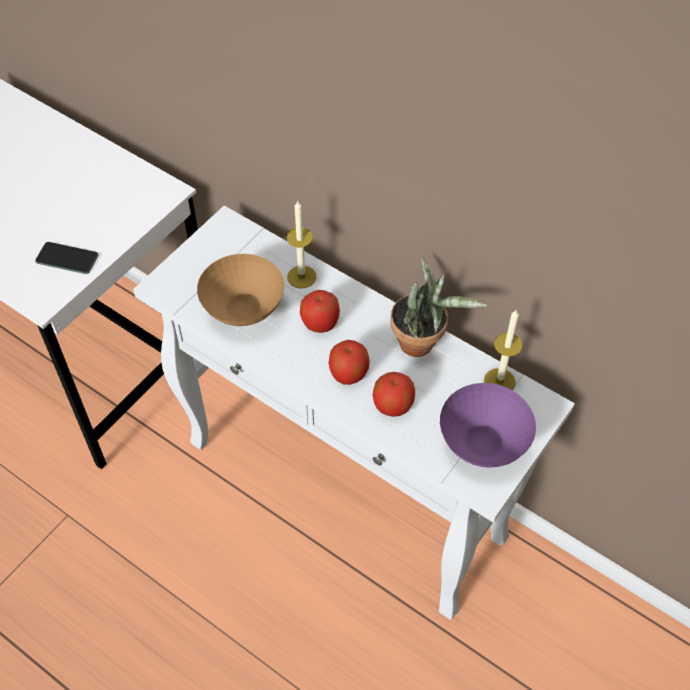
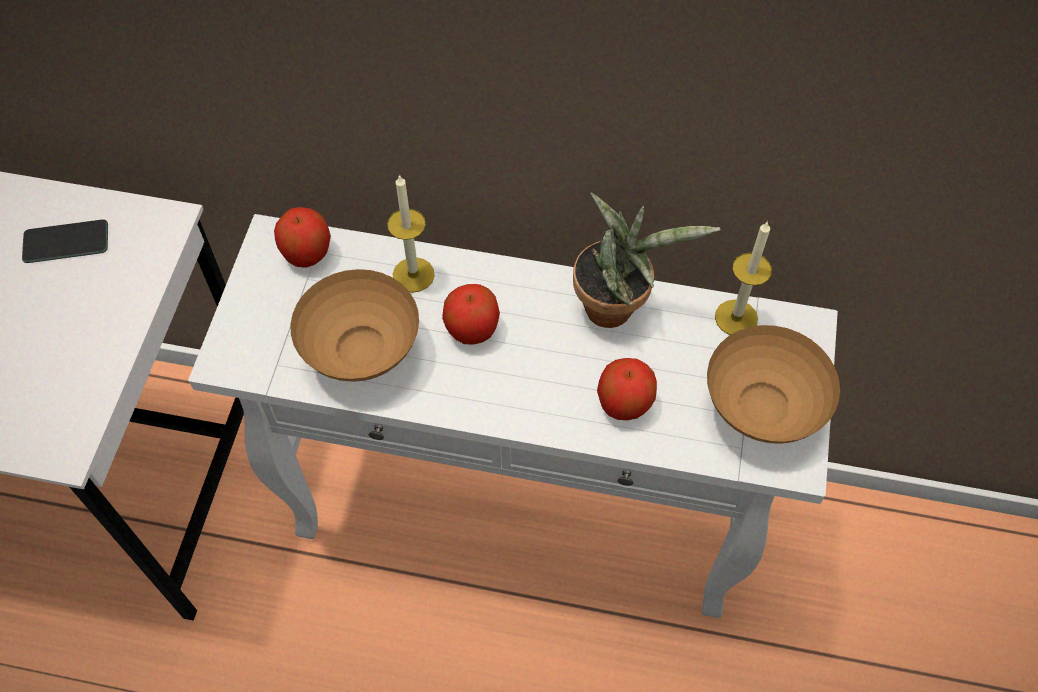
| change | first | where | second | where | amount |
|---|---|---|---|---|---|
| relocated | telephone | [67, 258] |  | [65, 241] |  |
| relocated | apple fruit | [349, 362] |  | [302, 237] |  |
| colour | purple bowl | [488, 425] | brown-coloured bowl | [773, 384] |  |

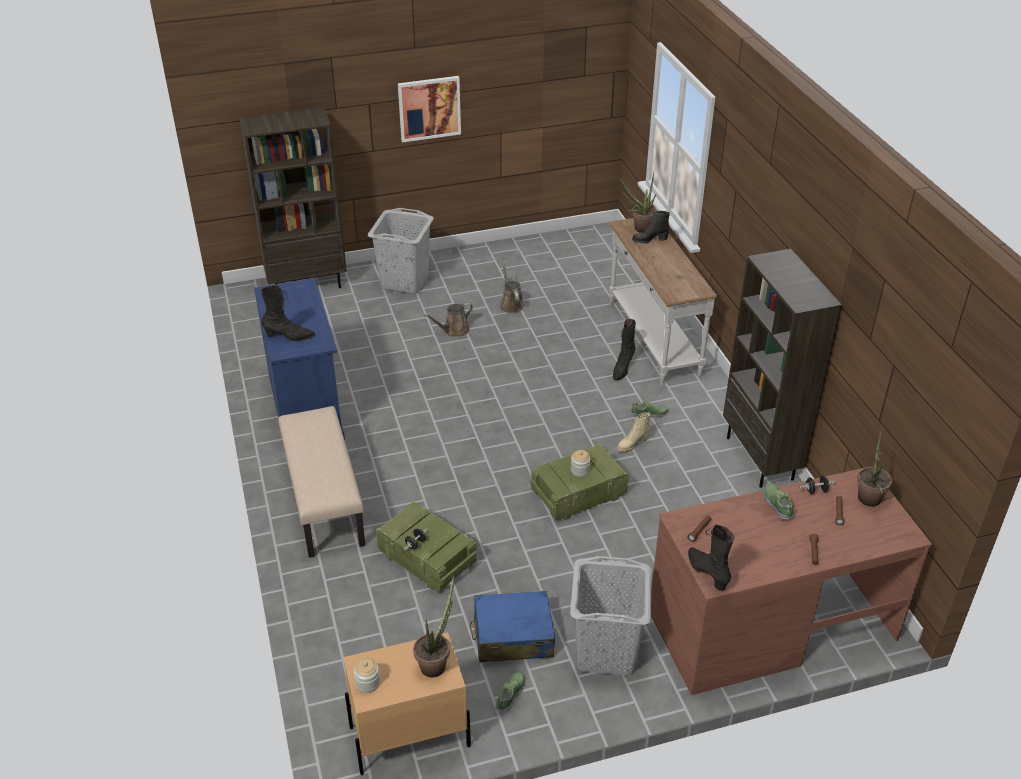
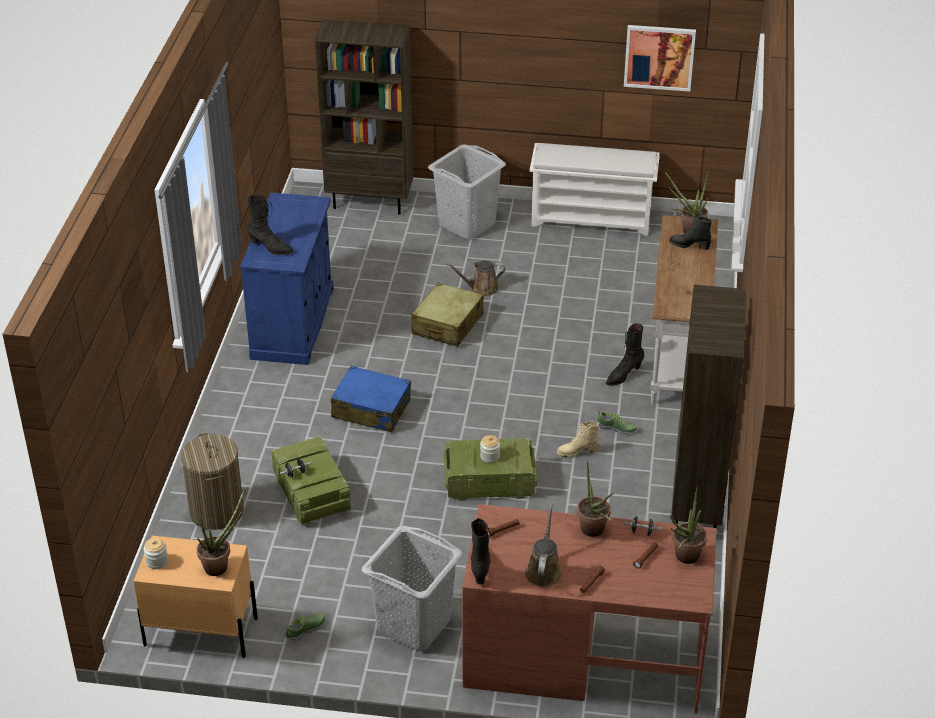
| change | first | where | second | where | amount |
|---|---|---|---|---|---|
| relocated | picture | [429, 109] |  | [660, 58] |  |
| relocated | brown-coloured watering pot | [512, 287] |  | [543, 545] |  |
| missing | sand-coloured indoor bench | [321, 482] |  |  |  |
| exchanged | low shoe | [779, 501] | plant in a pot | [595, 498] |  |
| relocated | bluish travel case | [512, 627] |  | [371, 399] |  |
| appeared |  |  | whitish shoe shelf | [594, 189] |  |
| appeared |  |  | sand-coloured travel case | [447, 315] |  |
| appeared |  |  | laundry basket | [212, 481] |  |

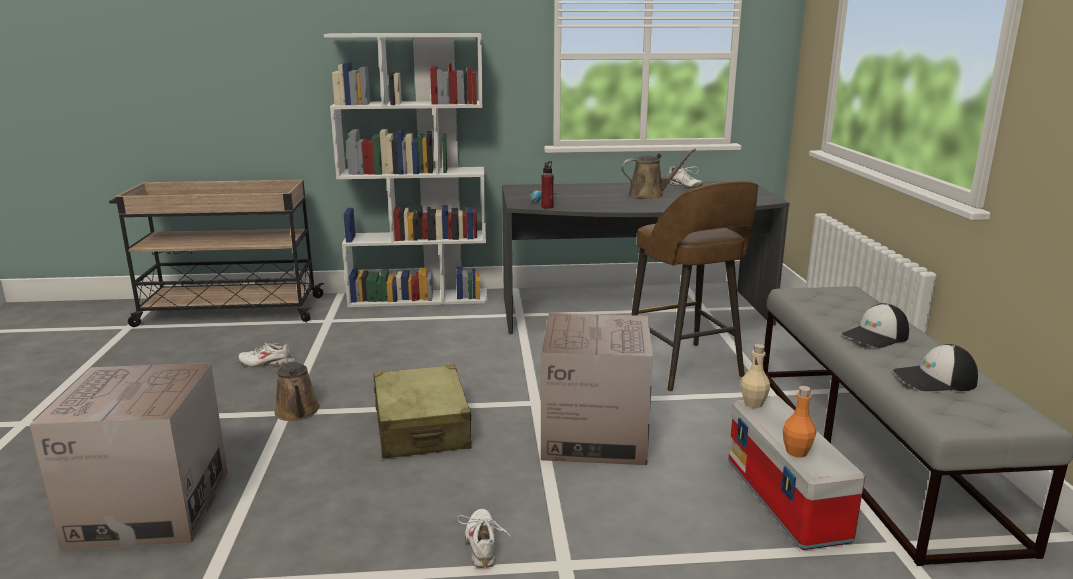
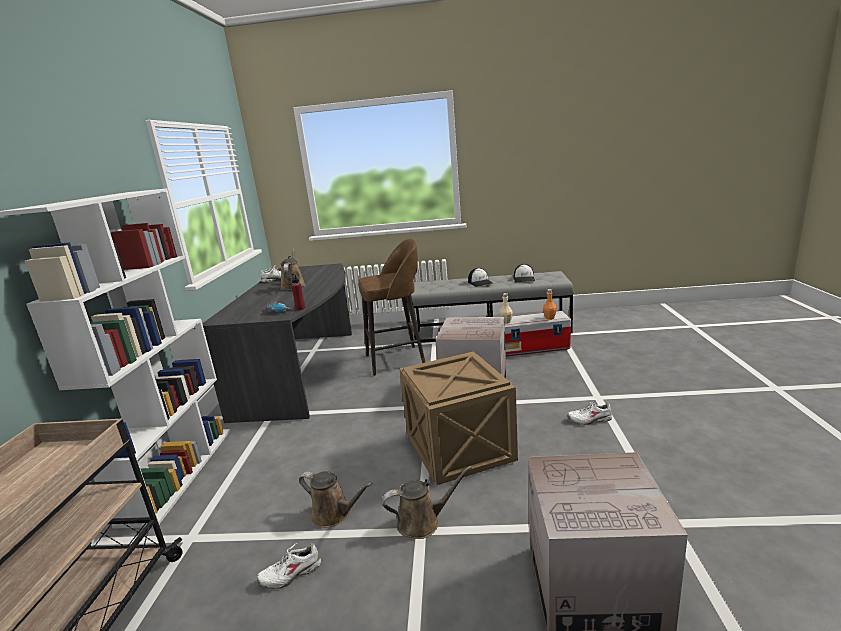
| change | first | where | second | where | amount |
|---|---|---|---|---|---|
| spun | whitish low shoe | [265, 354] |  | [289, 566] | 60 degrees clockwise |
| exchanged | sand-coloured travel case | [422, 412] | packing crate | [459, 418] |  |
| appeared |  |  | brown-coloured watering pot | [335, 499] |  |

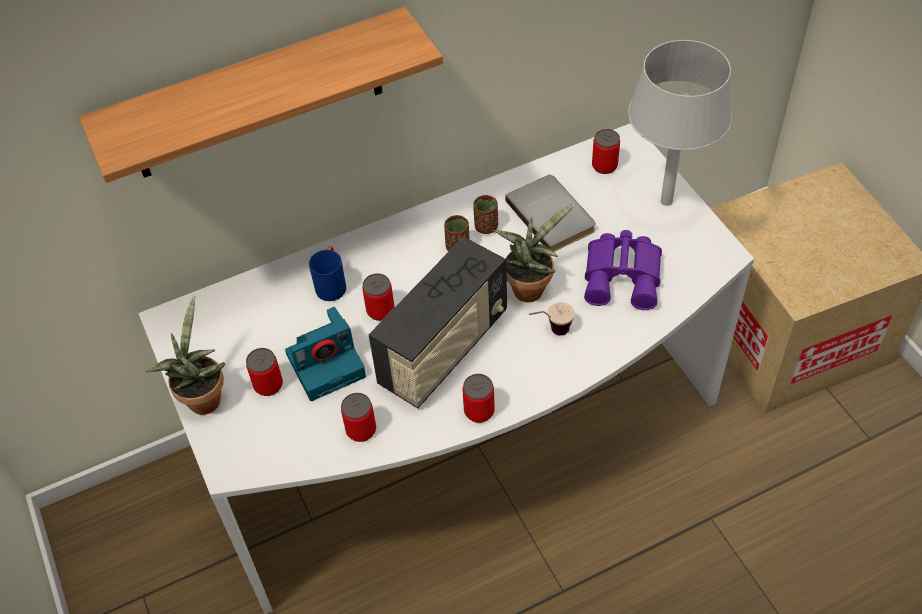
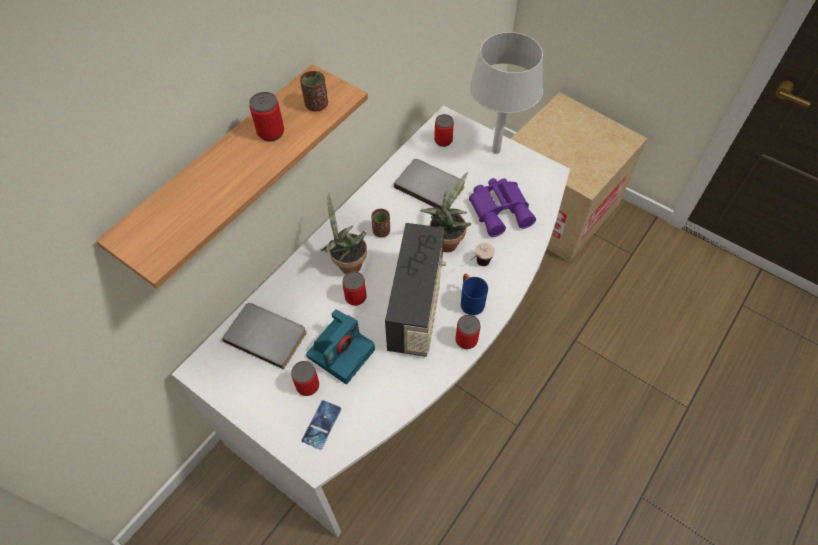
| change | first | where | second | where | amount |
|---|---|---|---|---|---|
| relocated | brown-coloured small cup | [485, 214] |  | [314, 91] |  |
| relocated | bluish mug | [327, 273] |  | [474, 294] |  |
| relocated | plant in a pot | [185, 355] |  | [344, 233] |  |
| relocated | can | [358, 417] |  | [266, 116] |  |
| appeared |  |  | gray volume | [264, 336] |  |
| appeared |  |  | telephone | [321, 425] |  |

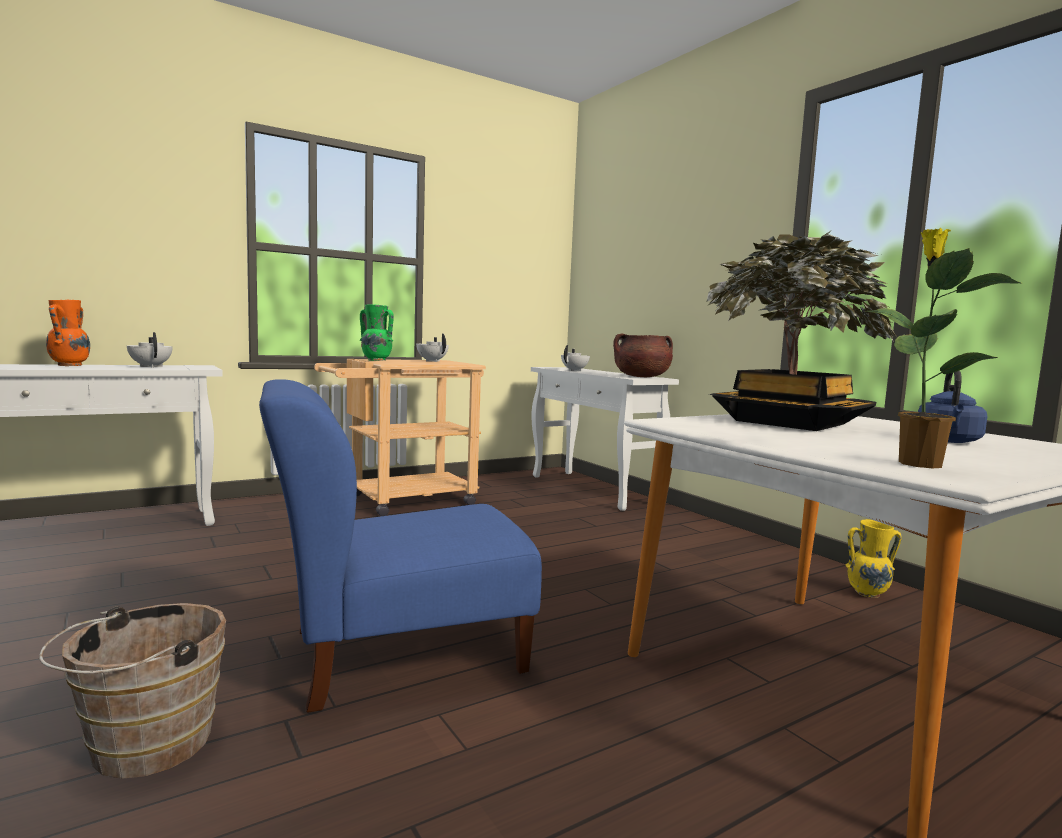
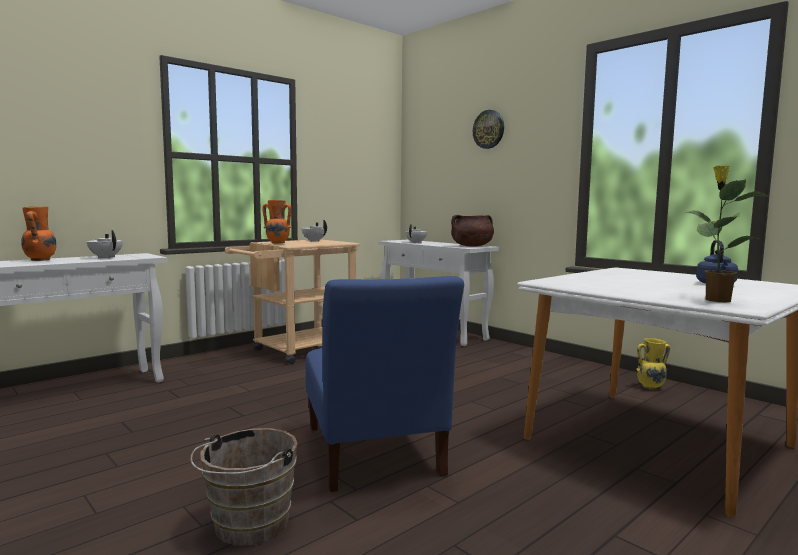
| change | first | where | second | where | amount |
|---|---|---|---|---|---|
| missing | plant in a pot | [802, 331] |  |  |  |
| colour | green-coloured vase | [377, 332] | orangey vase | [276, 222] |  |
| spun | bluish chair | [400, 546] |  | [385, 384] | 75 degrees counterclockwise |
| appeared |  |  | clock on the wall | [488, 129] |  |

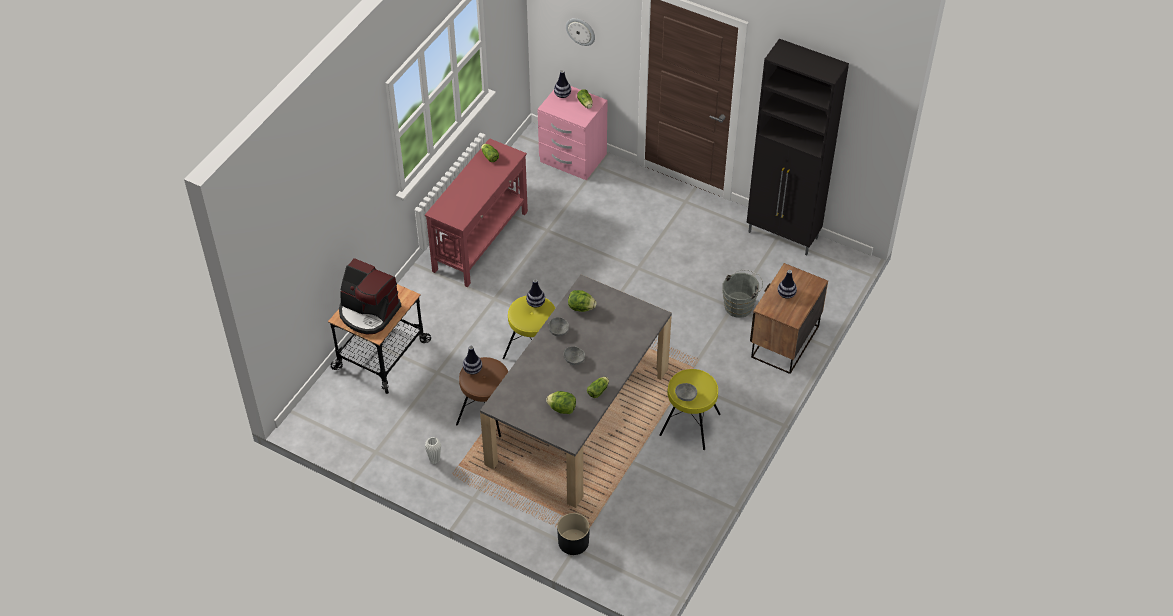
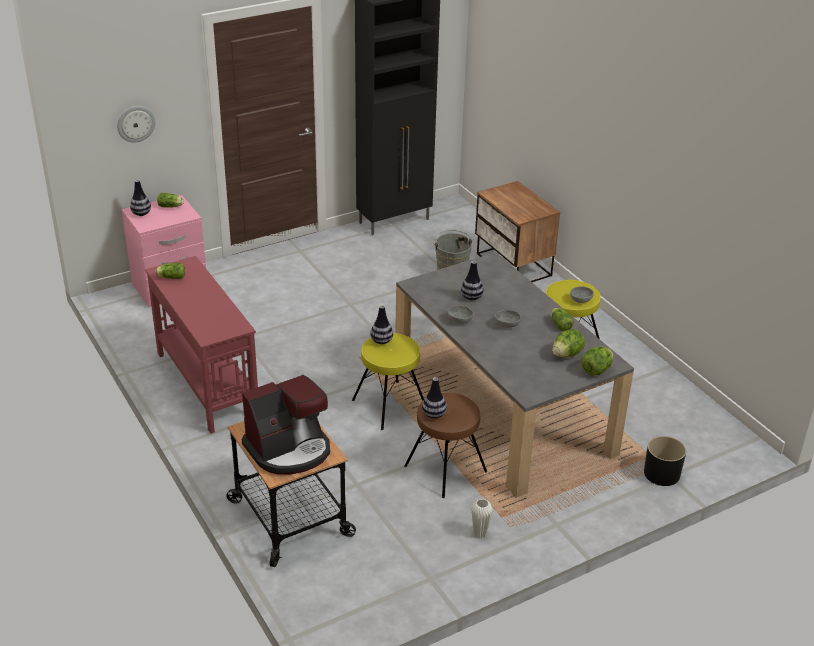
| change | first | where | second | where | amount |
|---|---|---|---|---|---|
| relocated | vase | [787, 284] |  | [472, 280] |  |
| relocated | head of lettuce | [582, 301] |  | [597, 361] |  |

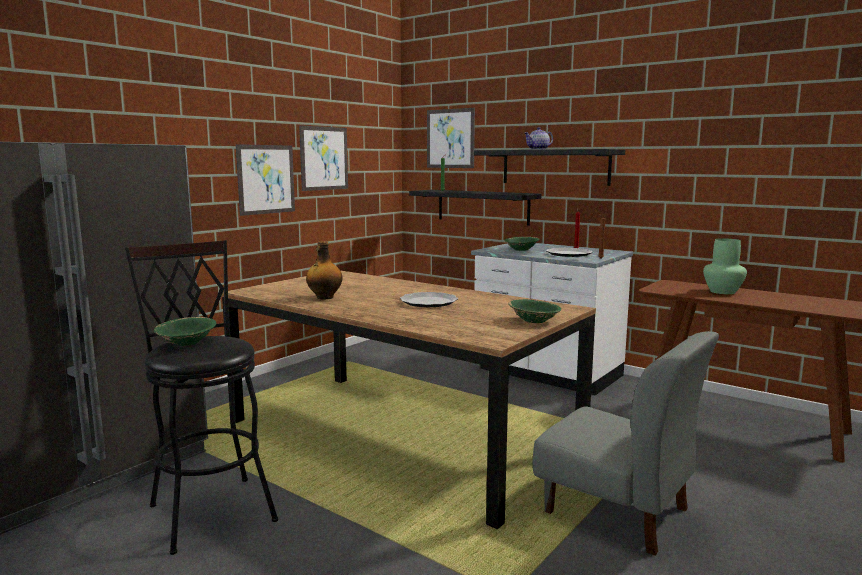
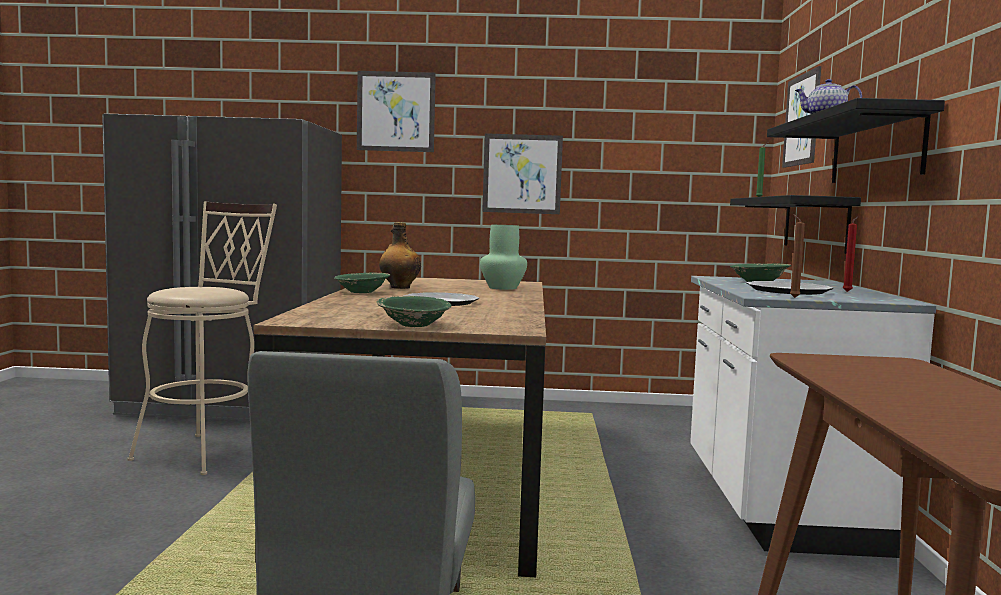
| change | first | where | second | where | amount |
|---|---|---|---|---|---|
| relocated | picture | [323, 158] |  | [396, 111] |  |
| relocated | green-coloured vase | [725, 266] |  | [503, 257] |  |
| colour | black-coloured stool seat | [201, 397] | sand-coloured stool seat | [202, 338] |  |
| relocated | green-coloured bowl | [185, 331] |  | [362, 283] |  |

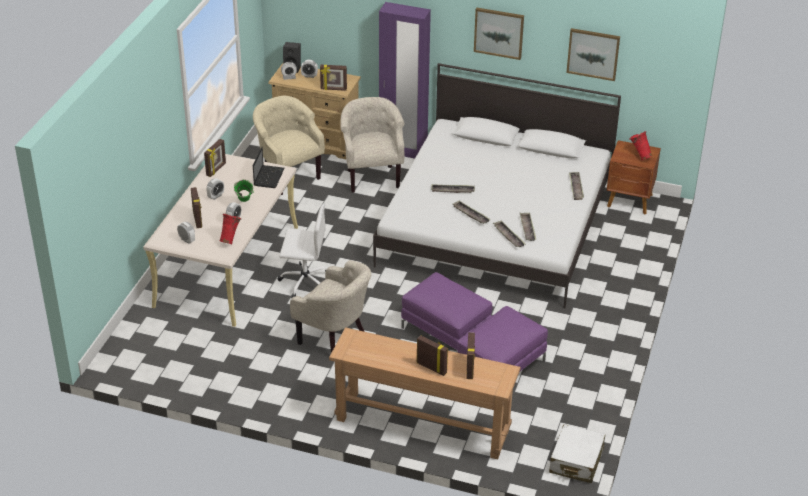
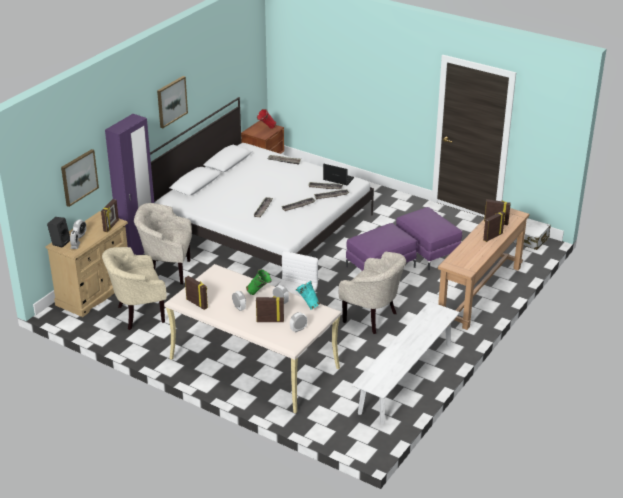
| change | first | where | second | where | amount |
|---|---|---|---|---|---|
| relocated | picture | [593, 54] |  | [80, 178] |  |
| relocated | portable computer | [269, 167] |  | [338, 174] |  |
| colour | red vase | [230, 229] | turquoise vase | [307, 295] |  |
| spun | sand-coloured lounge chair | [330, 306] |  | [372, 293] | 75 degrees clockwise |
| appeared |  |  | whitish indoor bench | [406, 362] |  |

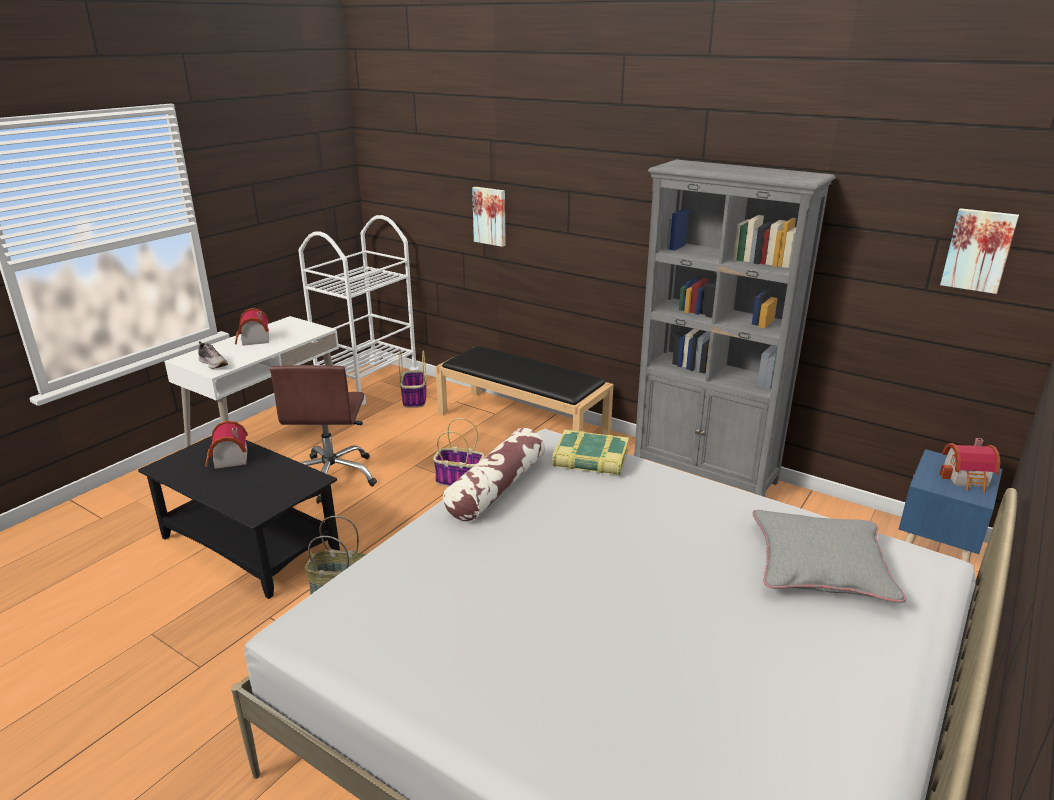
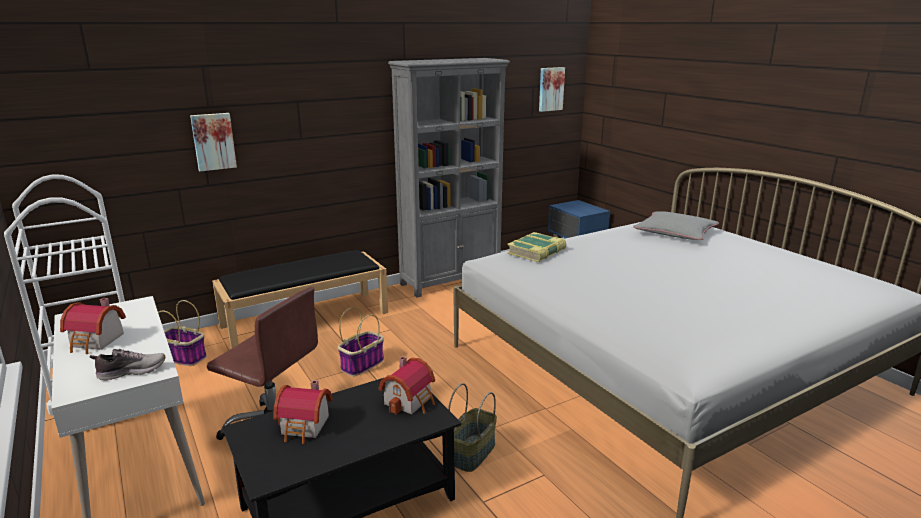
| change | first | where | second | where | amount |
|---|---|---|---|---|---|
| missing | pillow | [494, 475] |  |  |  |
| relocated | toy house | [969, 465] |  | [407, 385] |  |

